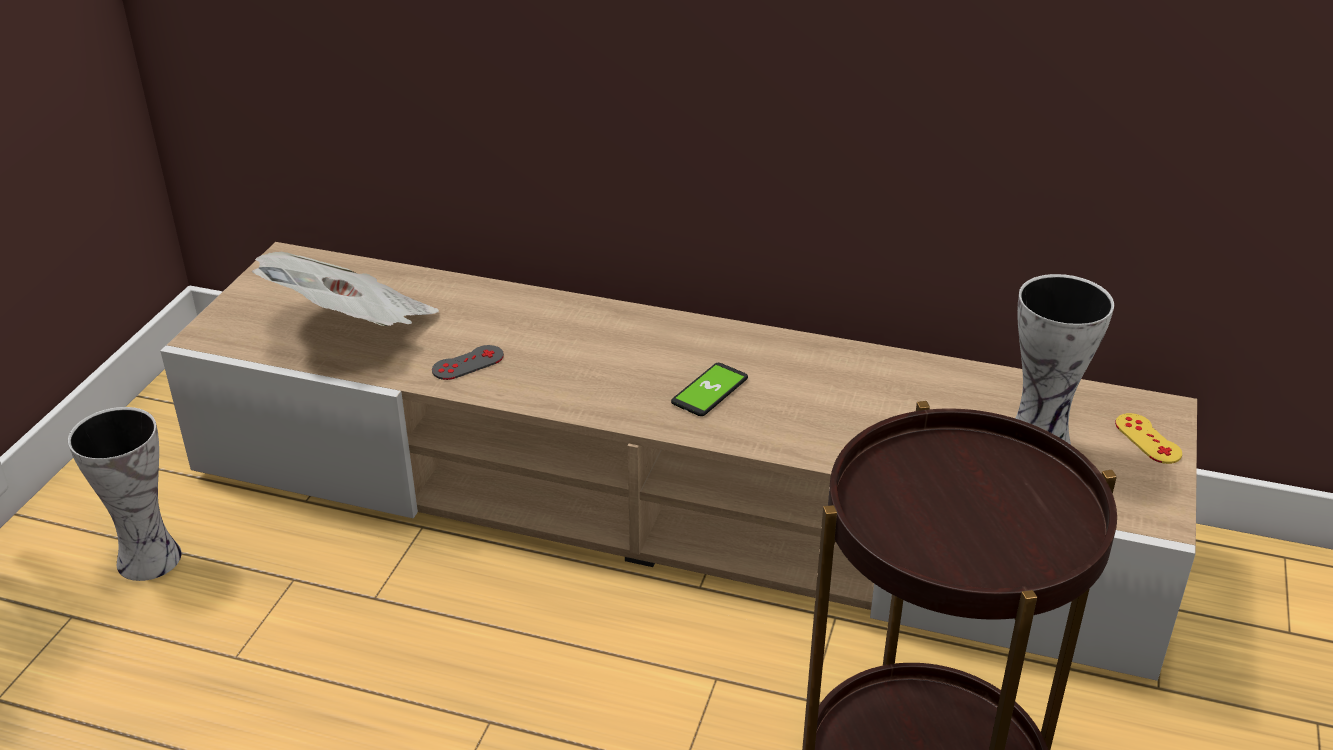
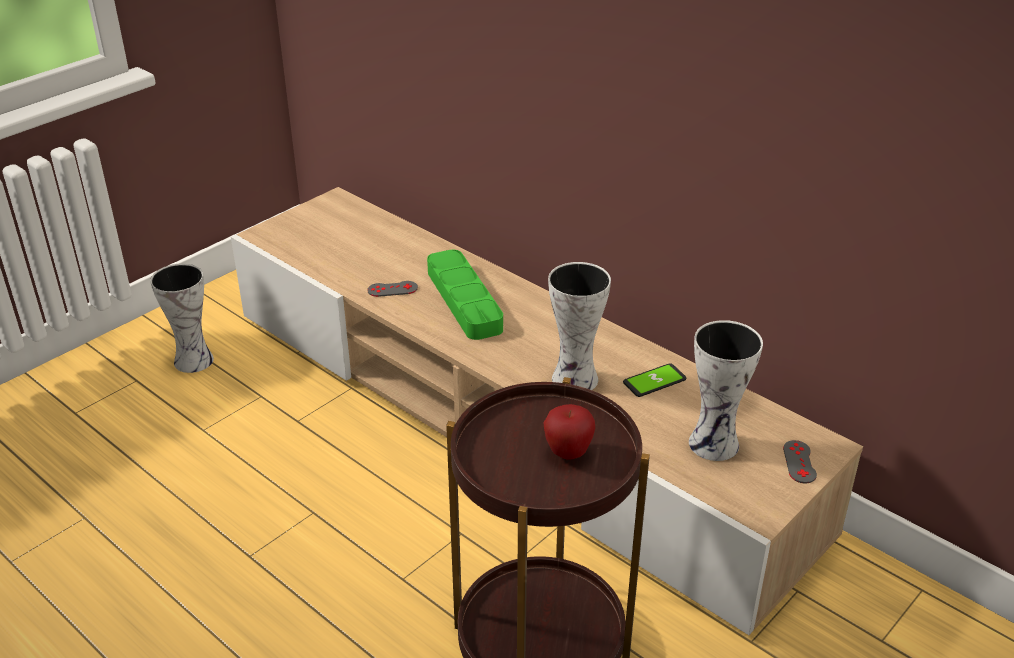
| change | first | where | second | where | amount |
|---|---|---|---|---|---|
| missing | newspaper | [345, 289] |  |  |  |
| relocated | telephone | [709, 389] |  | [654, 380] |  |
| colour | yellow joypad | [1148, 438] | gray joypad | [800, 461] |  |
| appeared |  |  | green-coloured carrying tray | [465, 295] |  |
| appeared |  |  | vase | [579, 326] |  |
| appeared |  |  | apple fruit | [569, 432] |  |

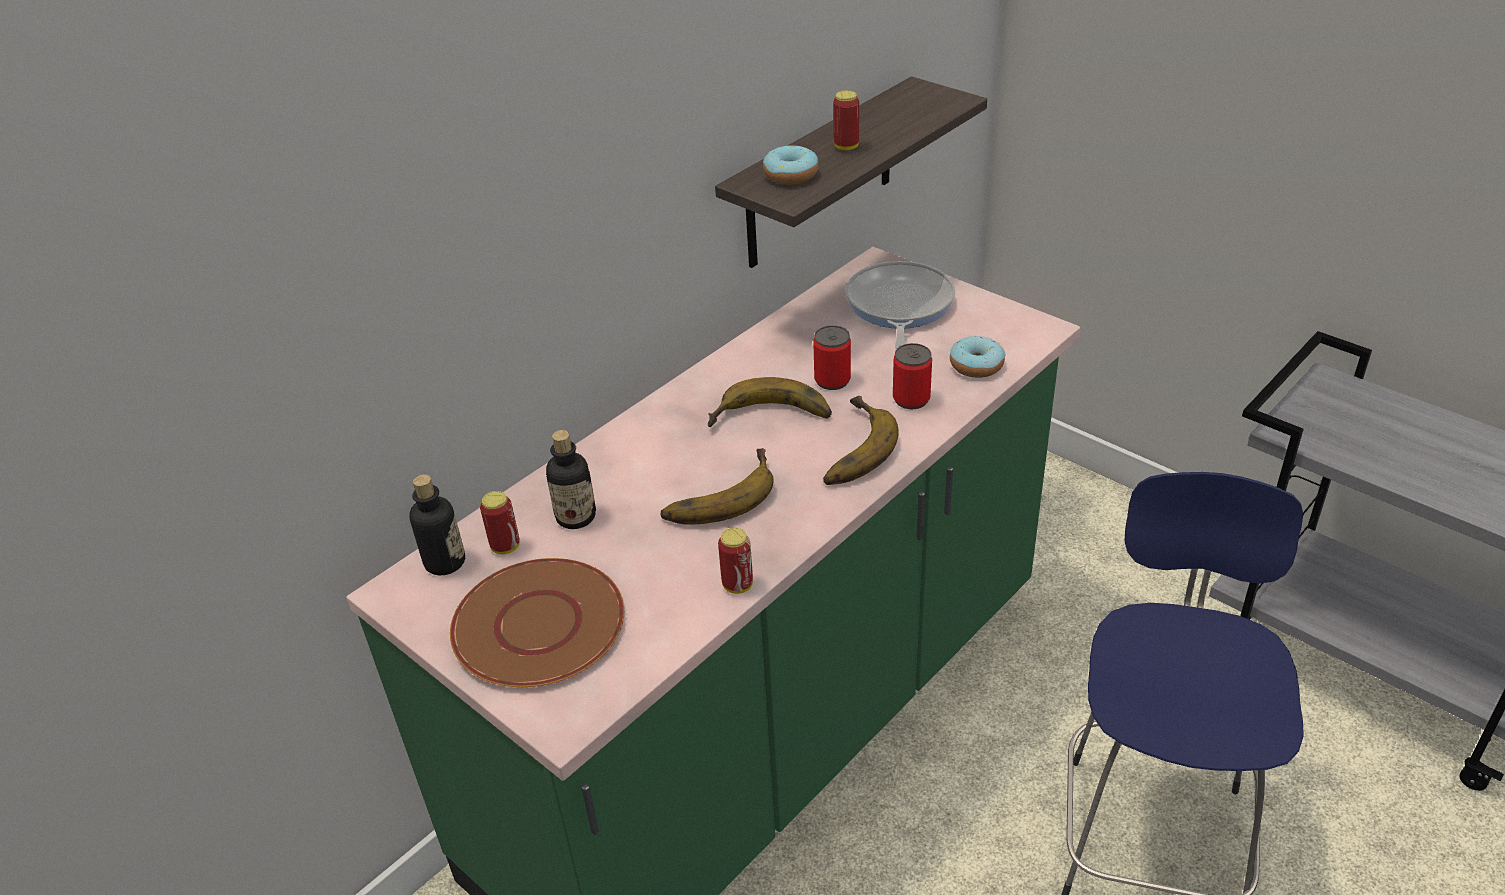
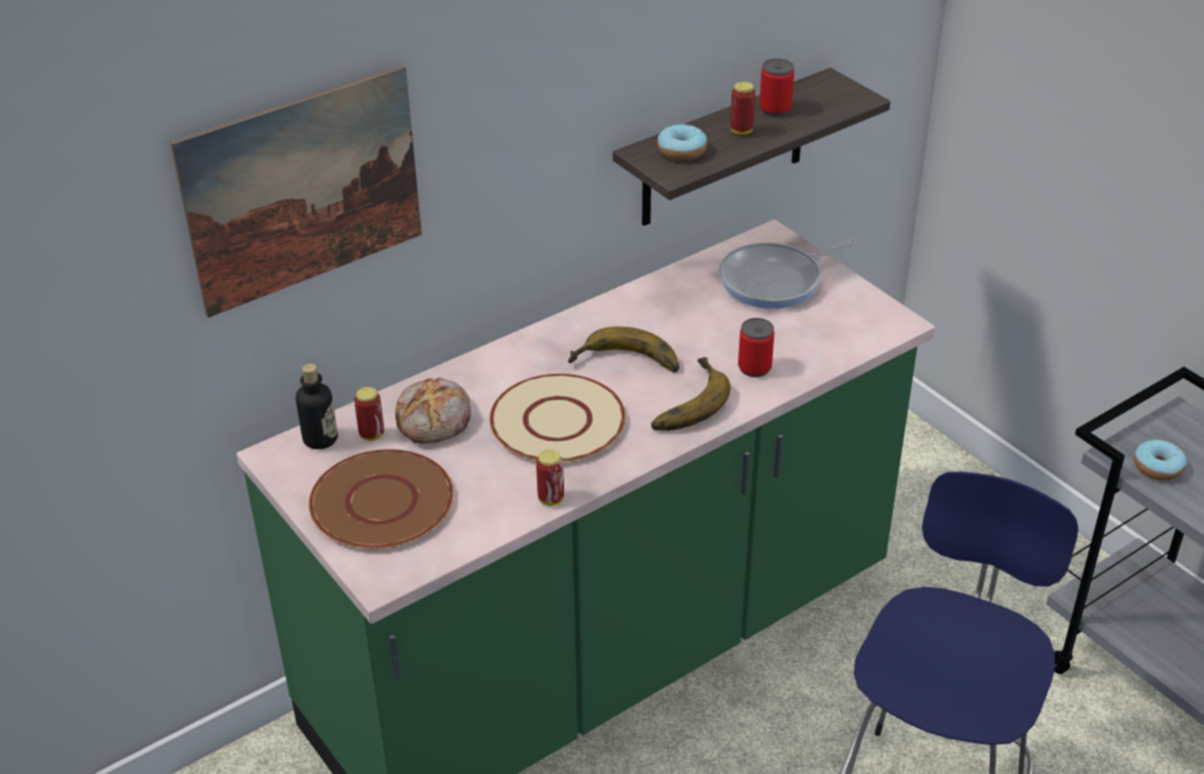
| change | first | where | second | where | amount |
|---|---|---|---|---|---|
| spun | frying pan | [900, 305] |  | [788, 274] | 135 degrees counterclockwise |
| relocated | can | [832, 357] |  | [776, 87] |  |
| relocated | ring doughnut | [977, 357] |  | [1160, 460] |  |
| exchanged | drink bottle | [571, 479] | bread | [433, 411] |  |
| exchanged | banana fruit | [717, 486] | sand-coloured plate | [557, 418] |  |
| appeared |  |  | picture | [296, 191] |  |

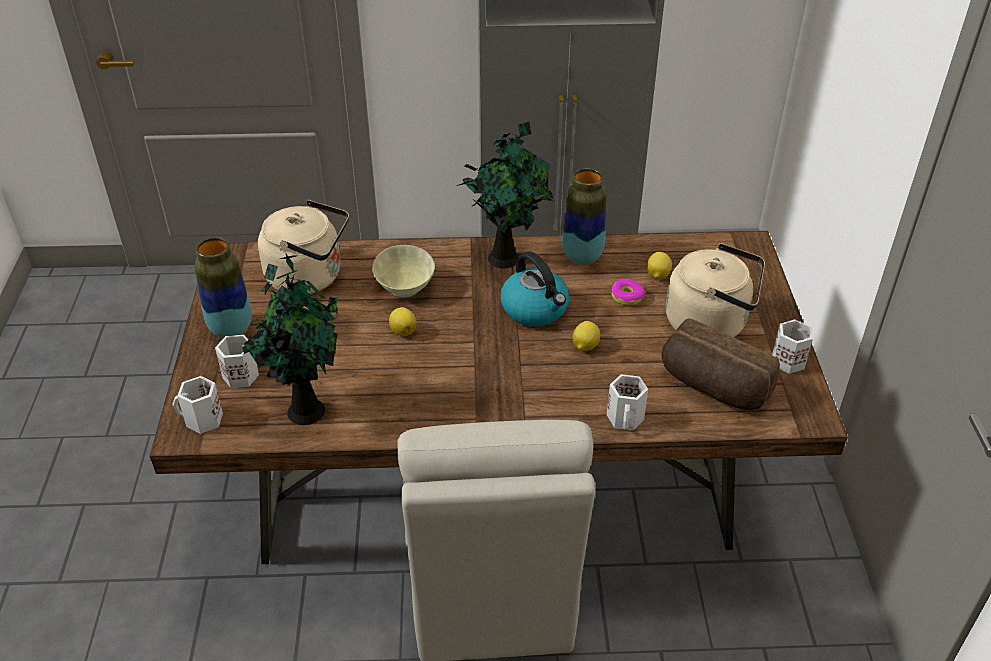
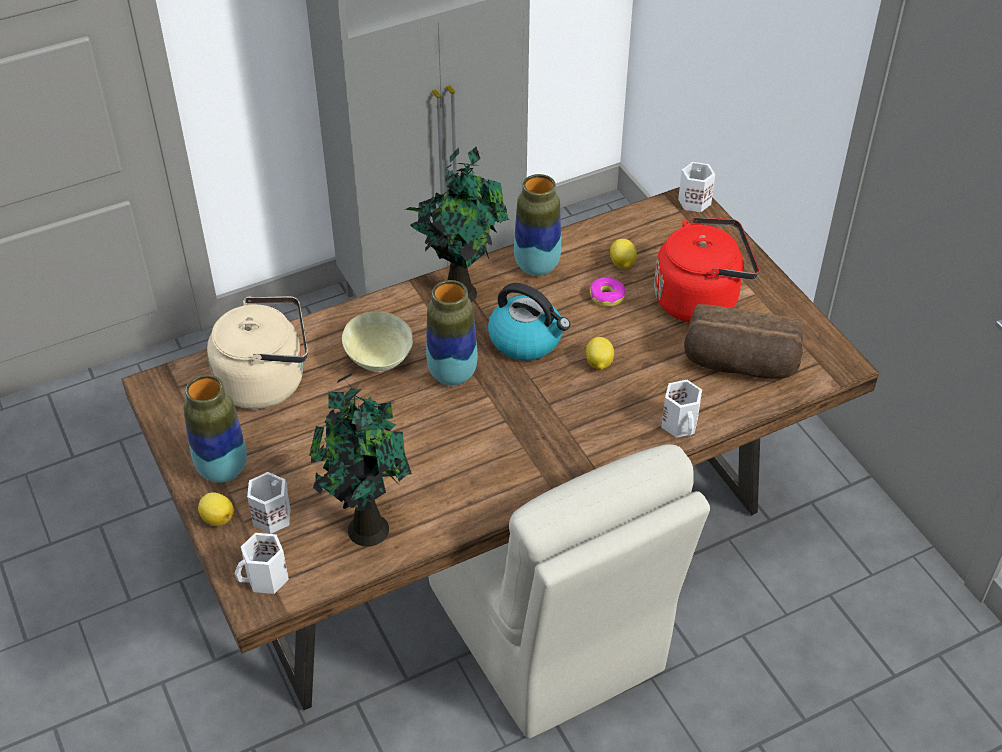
| change | first | where | second | where | amount |
|---|---|---|---|---|---|
| colour | sand-coloured kettle | [715, 290] | red kettle | [706, 270] |  |
| relocated | citrus fruit | [403, 321] |  | [216, 509] |  |
| relocated | whitish mug | [792, 346] |  | [696, 187] |  |
| appeared |  |  | vase | [451, 332] |  |

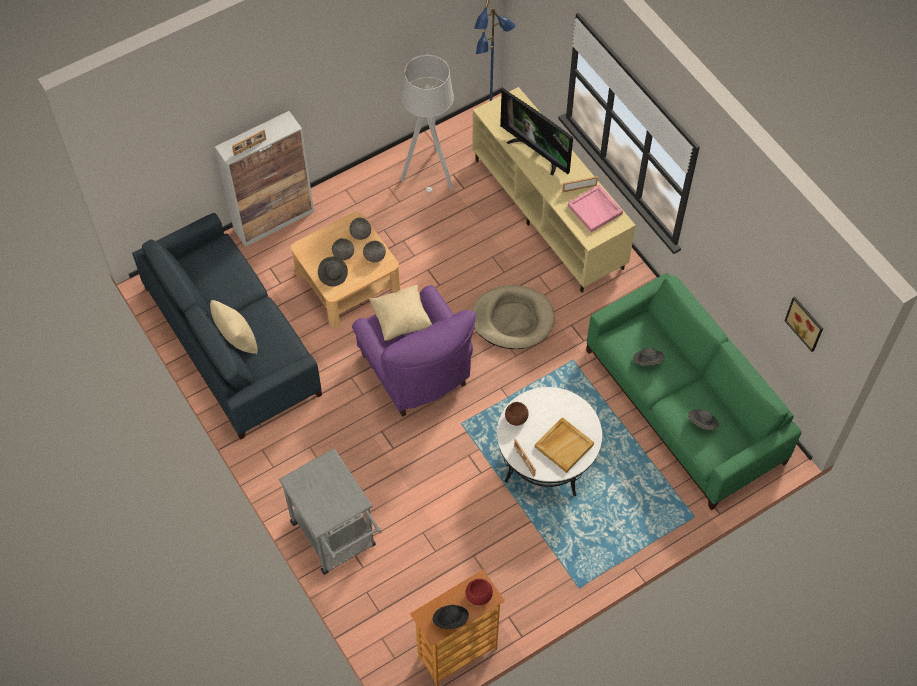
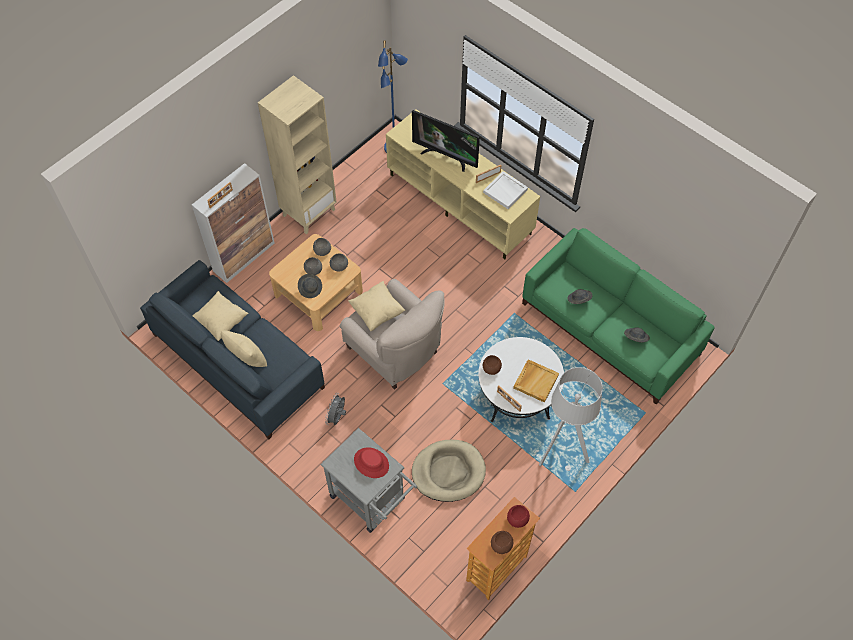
| change | first | where | second | where | amount |
|---|---|---|---|---|---|
| relocated | gray floor lamp | [427, 124] |  | [571, 419] |  |
| colour | pinkish carrying tray | [595, 208] | whitish carrying tray | [505, 190] |  |
| colour | purple lounge chair | [414, 351] | sand-coloured lounge chair | [392, 334] |  |
| relocated | sand-coloured dog bed | [513, 317] |  | [449, 471] |  |
| missing | picture | [803, 324] |  |  |  |
| exchanged | black-coloured hat | [451, 617] | brown-coloured bowl | [502, 542] |  |
| appeared |  |  | sand-coloured bookcase | [297, 154] |  |
| appeared |  |  | sand-coloured pillow | [220, 316] |  |
| appeared |  |  | gray cooling fan | [335, 409] |  |
| appeared |  |  | red hat | [371, 462] |  |

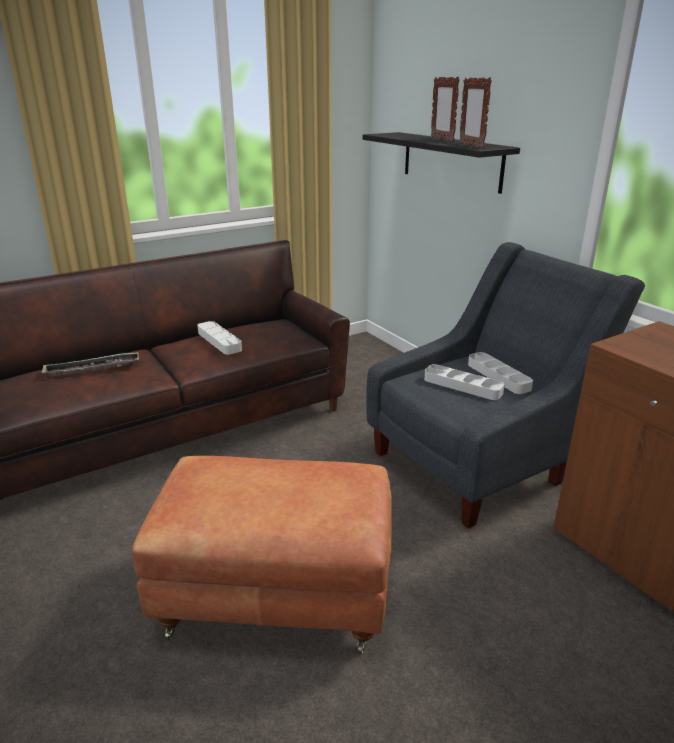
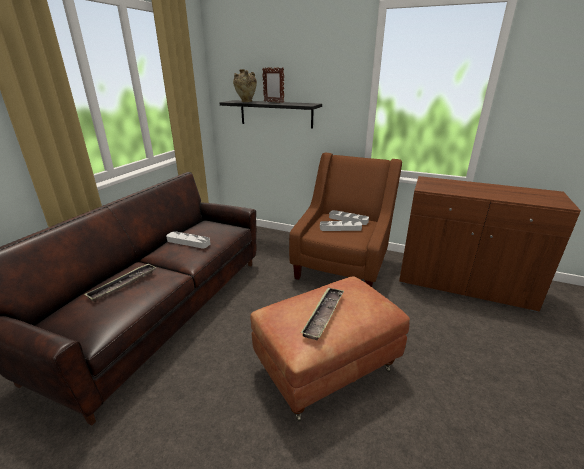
| change | first | where | second | where | amount |
|---|---|---|---|---|---|
| missing | photo frame | [475, 113] |  |  |  |
| colour | gray lounge chair | [505, 385] | brown-coloured lounge chair | [345, 220] |  |
| appeared |  |  | sand-coloured vase | [245, 85] |  |
| appeared |  |  | carrying tray | [322, 314] |  |

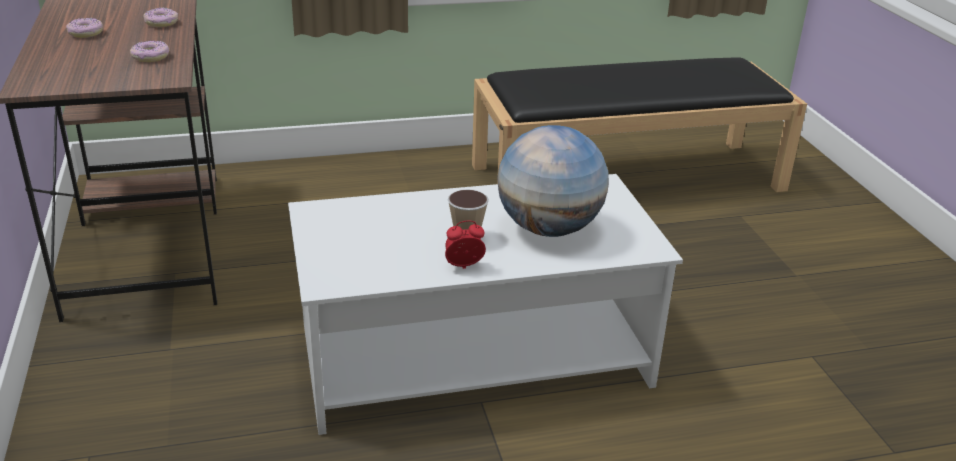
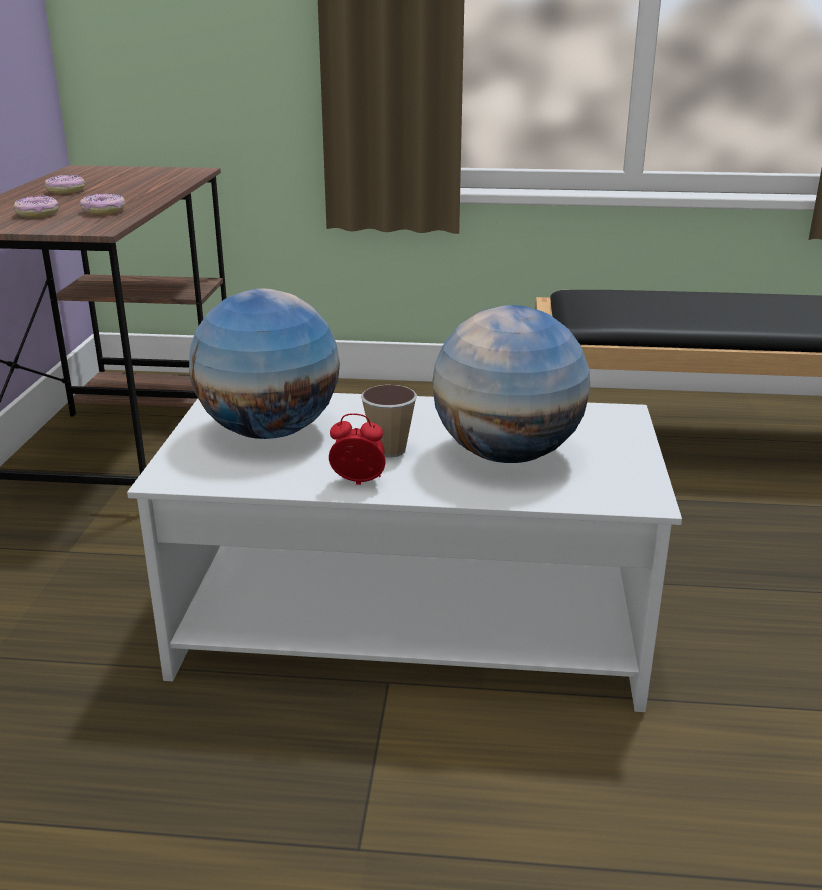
| change | first | where | second | where | amount |
|---|---|---|---|---|---|
| relocated | ring doughnut | [160, 17] |  | [36, 207] |  |
| appeared |  |  | world globe | [264, 364] |  |

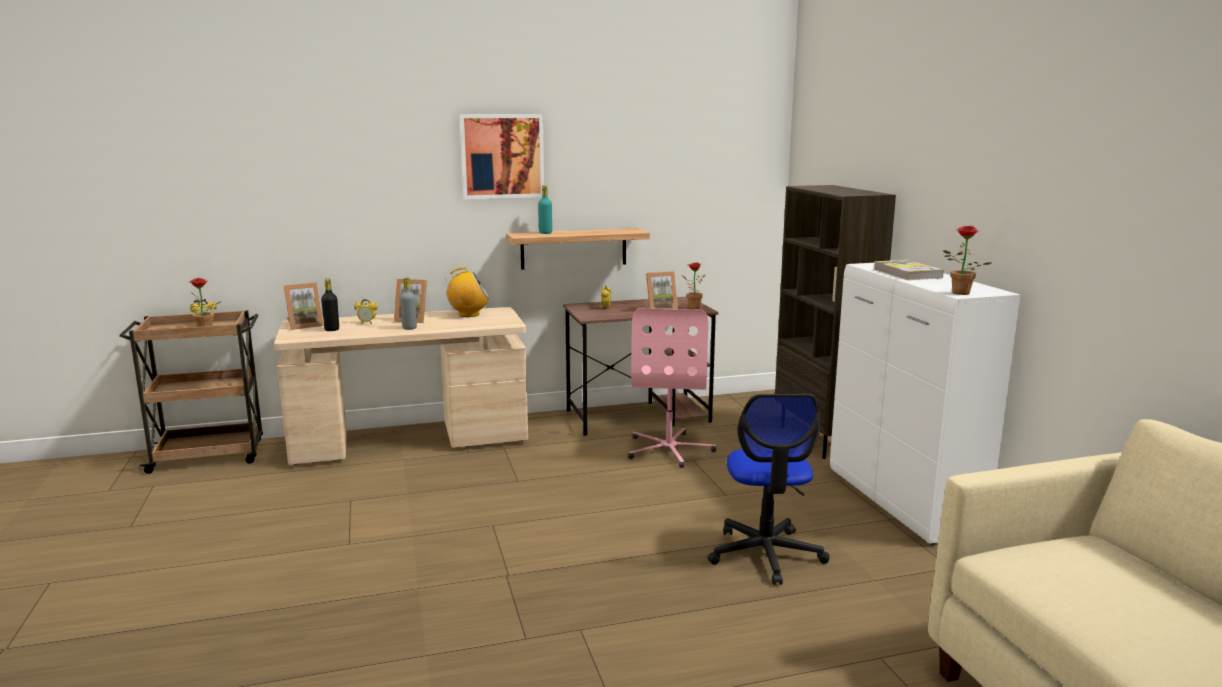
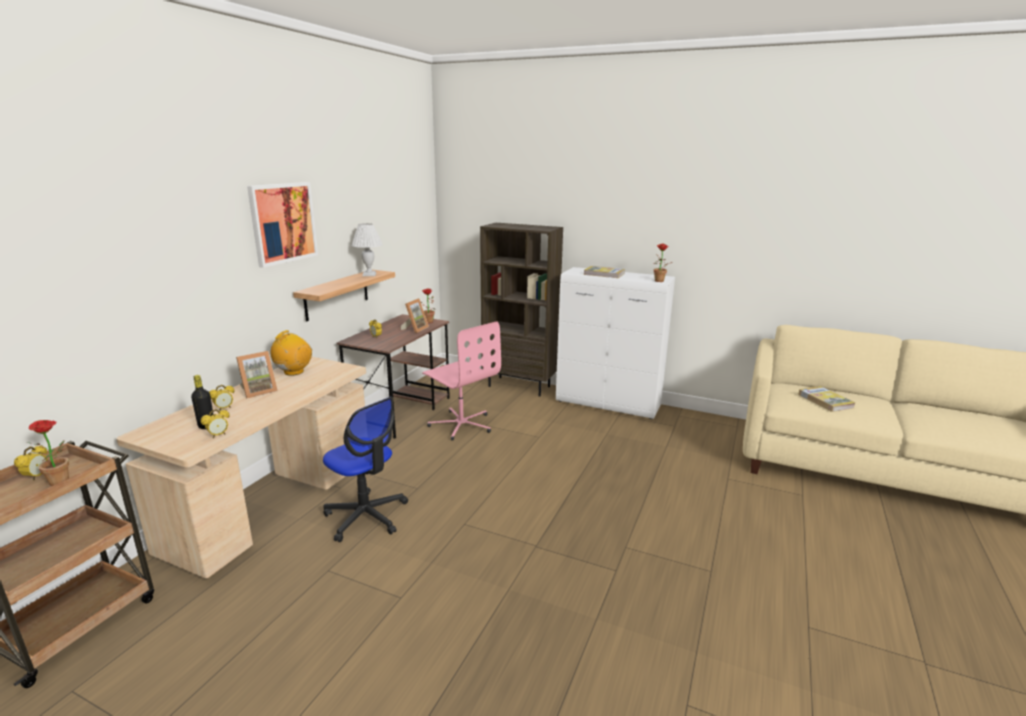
| change | first | where | second | where | amount |
|---|---|---|---|---|---|
| missing | turquoise drink bottle | [545, 209] |  |  |  |
| missing | gray drink bottle | [408, 304] |  |  |  |
| missing | photo frame | [304, 306] |  |  |  |
| relocated | computer chair | [769, 489] |  | [365, 469] |  |
| appeared |  |  | whitish tabletop lamp | [367, 249] |  |
| appeared |  |  | volume | [826, 399] |  |
| appeared |  |  | bedside clock | [215, 423] |  |

